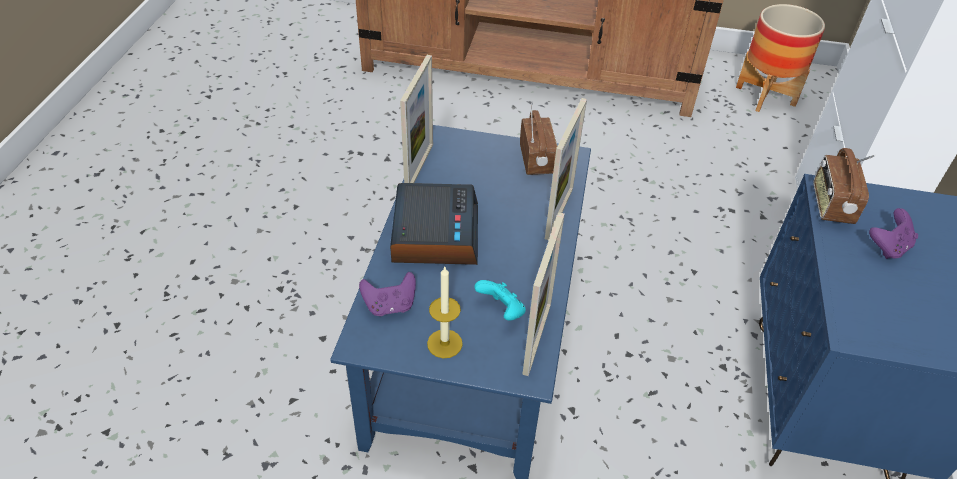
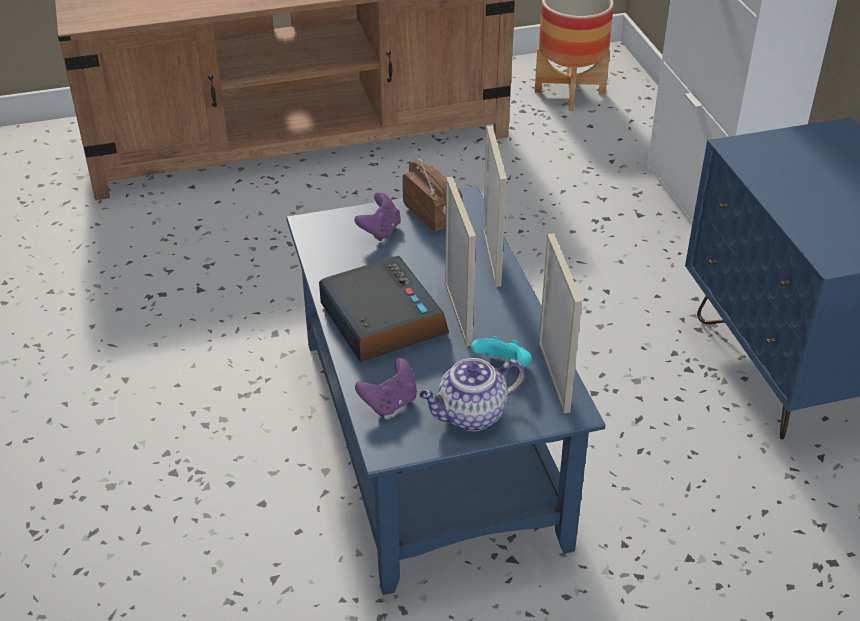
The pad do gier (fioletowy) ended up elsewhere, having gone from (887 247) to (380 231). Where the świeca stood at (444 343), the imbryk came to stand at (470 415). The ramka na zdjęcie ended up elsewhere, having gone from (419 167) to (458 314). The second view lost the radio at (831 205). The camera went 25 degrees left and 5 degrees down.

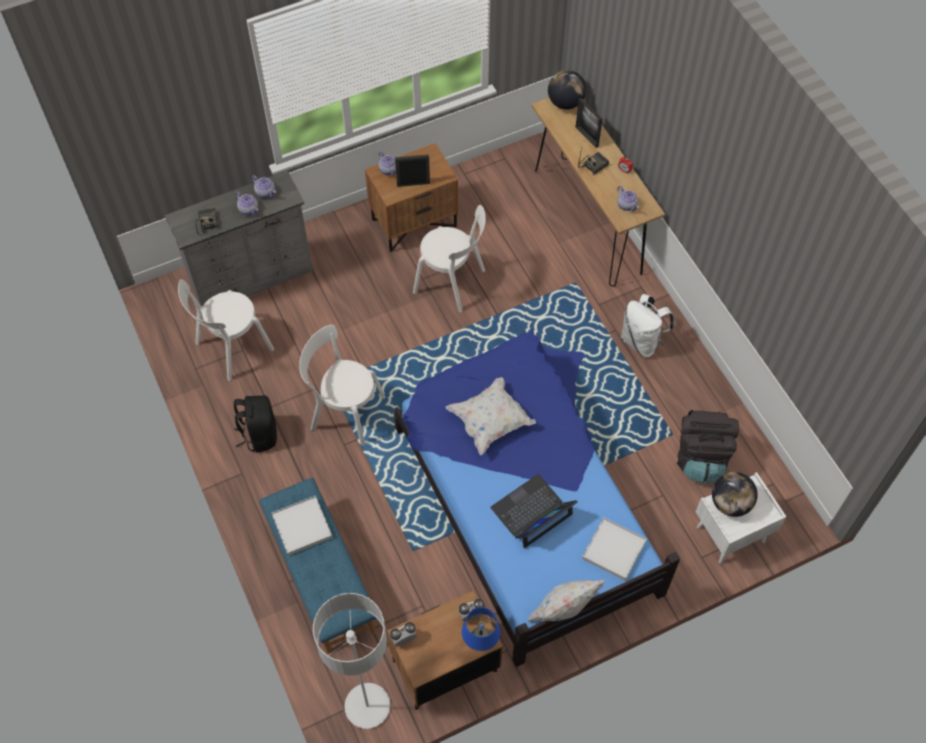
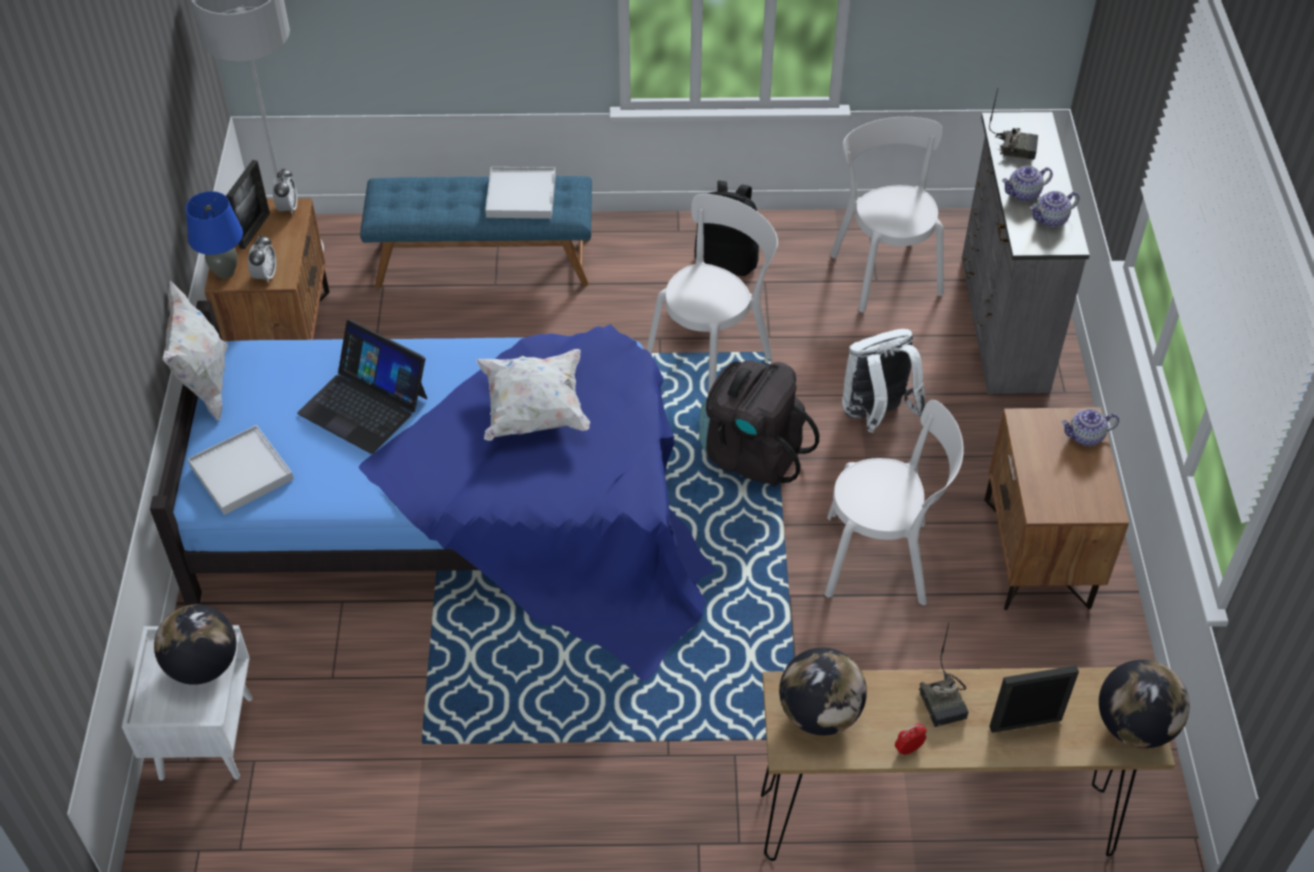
The ramka na zdjęcie ended up elsewhere, having gone from (413 184) to (254 230). The laptop at (532 512) ended up facing another way, 135 degrees clockwise from before. The plecak (czarny) ended up elsewhere, having gone from (701 457) to (751 454). Where the imbryk stood at (627 205), the globus came to stand at (819 714). The krzesło (biały) at (452 283) ended up facing another way, 135 degrees counterclockwise from before. The plecak (biały) ended up elsewhere, having gone from (642 341) to (876 415). The camera went 115 degrees right and 10 degrees down.

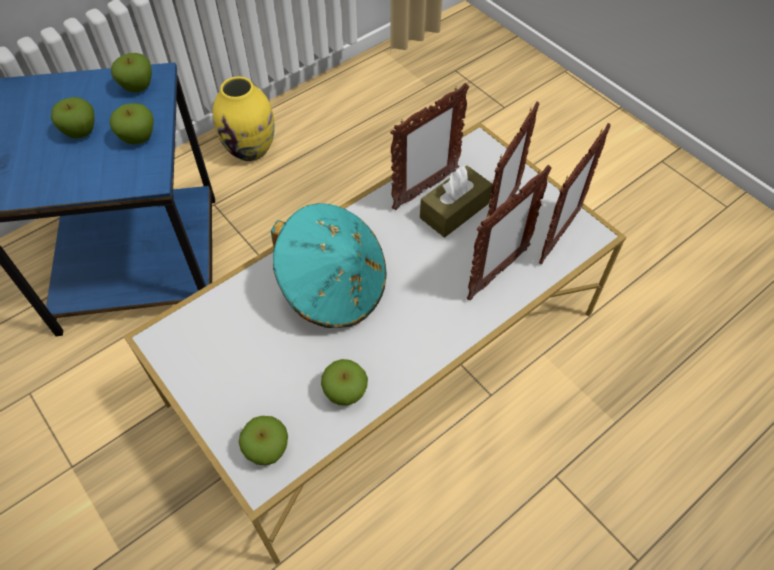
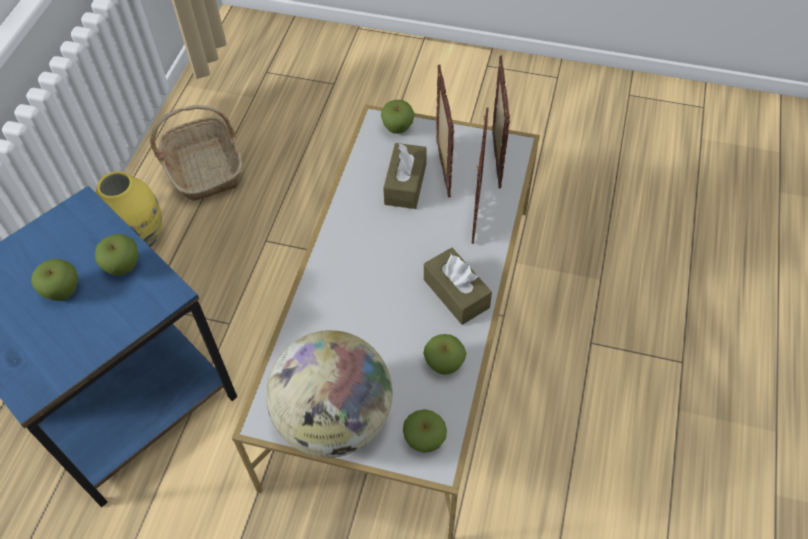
The second view gained the koszyk at (205 168). The second view gained the globus at (334 419). The jabłko ended up elsewhere, having gone from (138 87) to (398 128). The second view gained the pudełko chusteczek (brązowy) at (456 293). The second view lost the kapelusz (turkusowy) at (333 287). The second view lost the ramka na zdjęcie at (424 190). The camera went 35 degrees left and 0 degrees up.

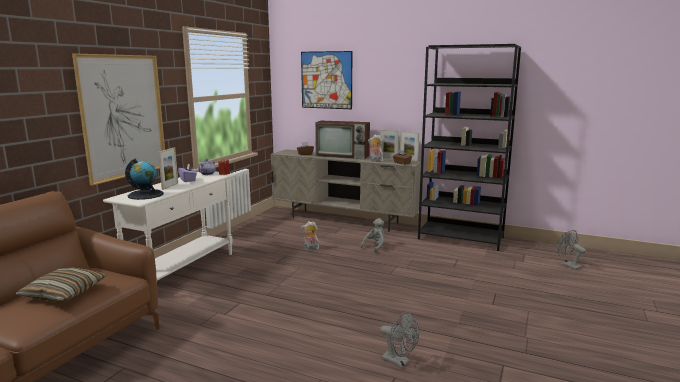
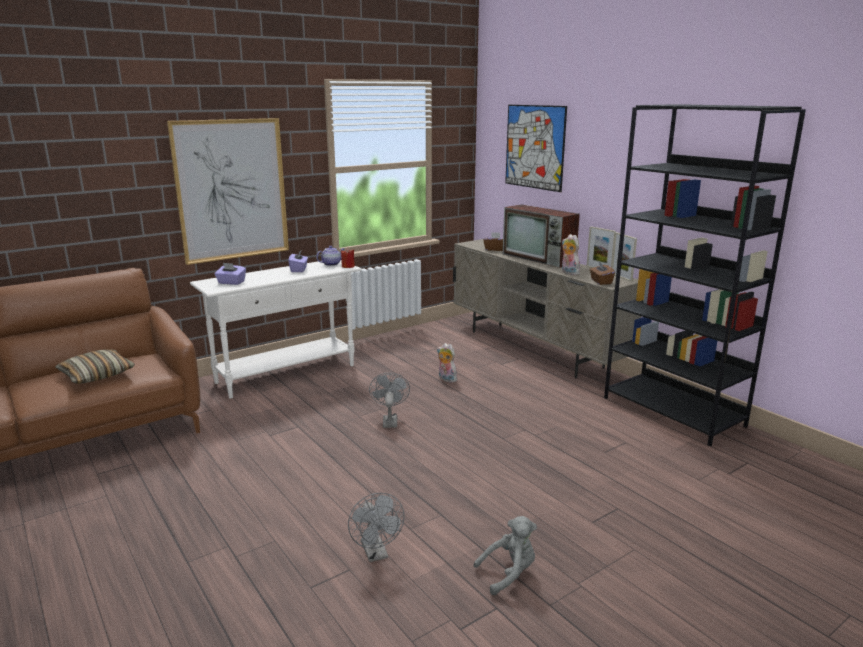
Where the globus stood at (145 195), the pudełko chusteczek (fioletowy) came to stand at (231 282). The wentylator (szary) ended up elsewhere, having gone from (567 265) to (389 420). The pluszak (szary) ended up elsewhere, having gone from (375 246) to (509 573). The second view lost the ramka na zdjęcie at (170 186). The camera went 30 degrees right and 5 degrees up.

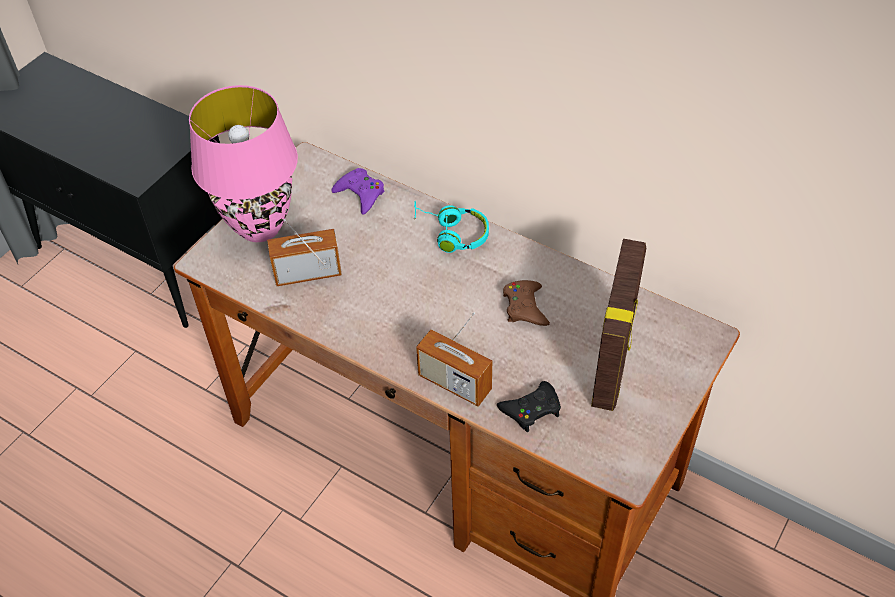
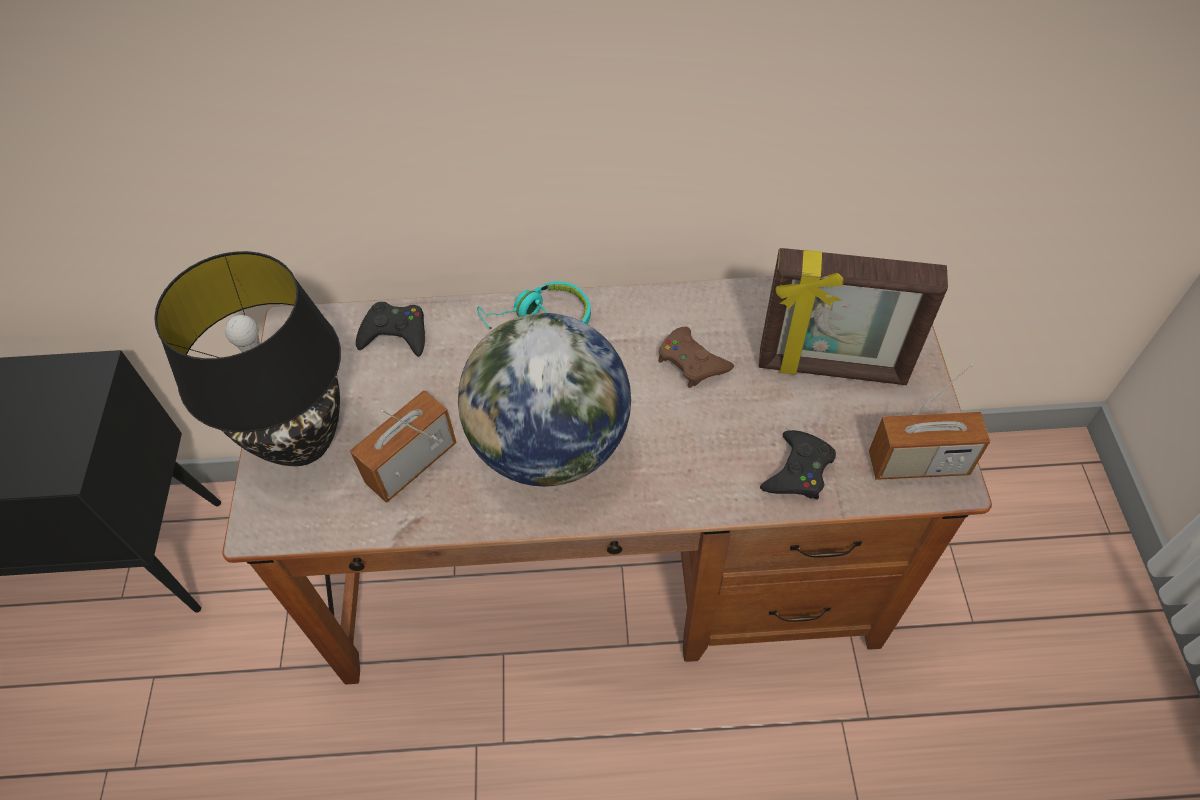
What was the lampa stołowa (różowy) at (259 228) turned into the lampa stołowa (czarny) at (302 443). What was the pad do gier (fioletowy) at (360 194) turned into the pad do gier (czarny) at (395 334). The second view gained the globus at (550 446). The ramka na zdjęcie at (614 363) ended up facing another way, 120 degrees clockwise from before. The radio ended up elsewhere, having gone from (454 383) to (918 464). The camera went 35 degrees left and 5 degrees up.

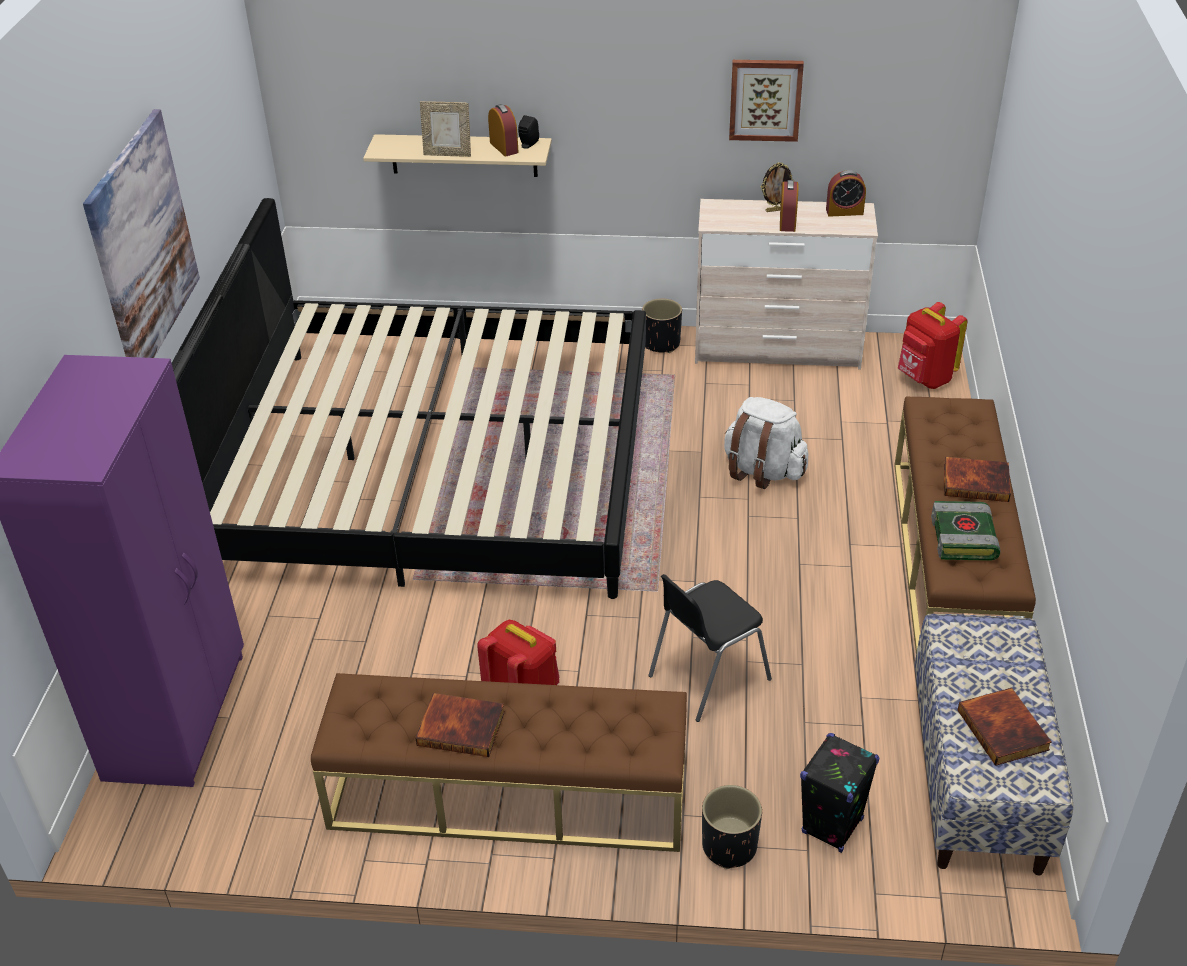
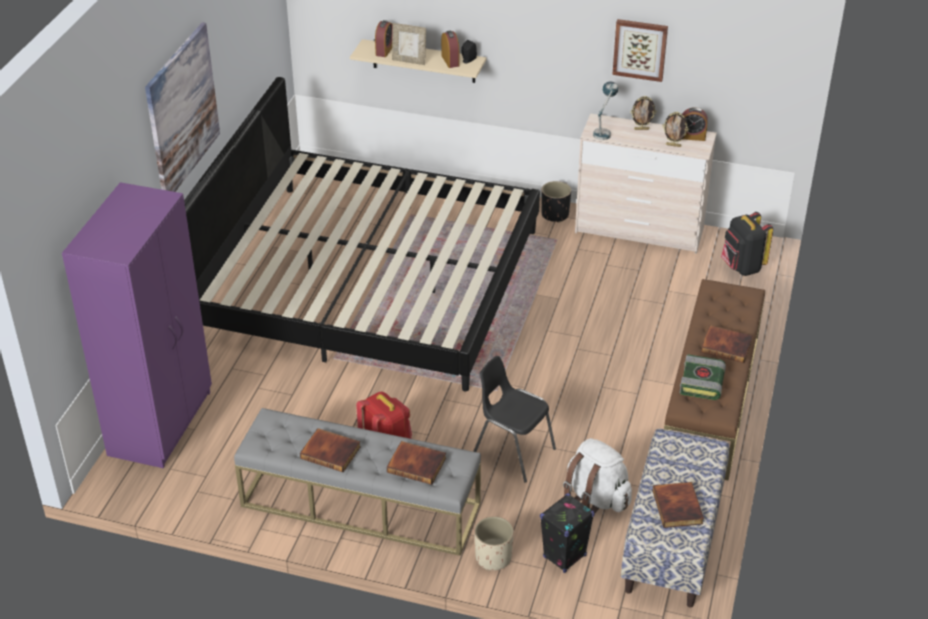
What was the ławka (brązowy) at (507 796) turned into the ławka (szary) at (360 505). The budzik ended up elsewhere, having gone from (787 222) to (384 50). The second view gained the książka at (417 464). The krzesło (czarny) at (707 677) ended up facing another way, 60 degrees clockwise from before. What was the donica (czarny) at (729 847) turned into the donica (beżowy) at (493 558). The plecak (biały) ended up elsewhere, having gone from (762 471) to (595 497). The second view gained the lampa stołowa at (604 131). The second view gained the ramka na zdjęcie at (673 145). What was the plecak (czerwony) at (924 379) turned into the plecak (czarny) at (741 267). The camera went 10 degrees right and 0 degrees up.

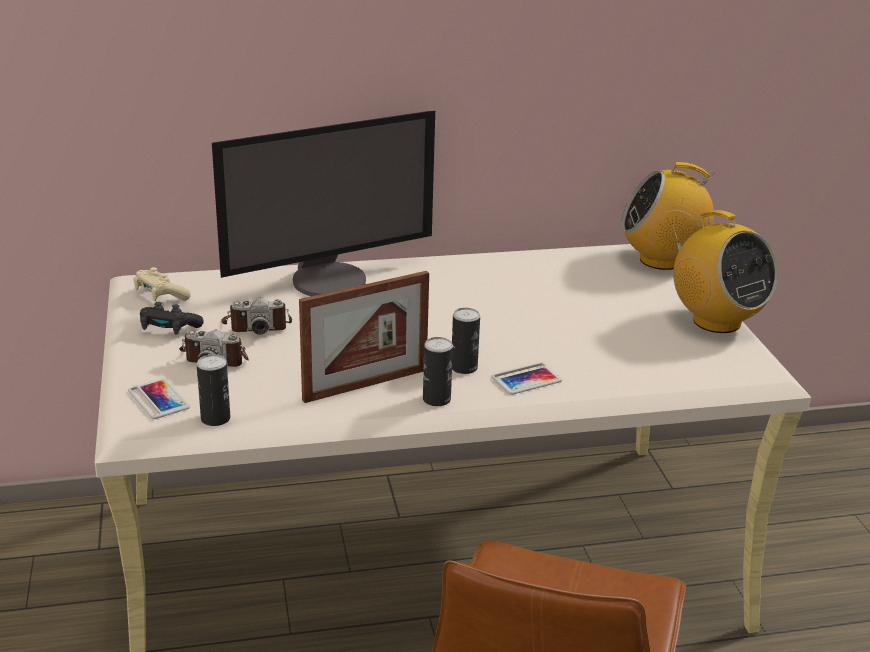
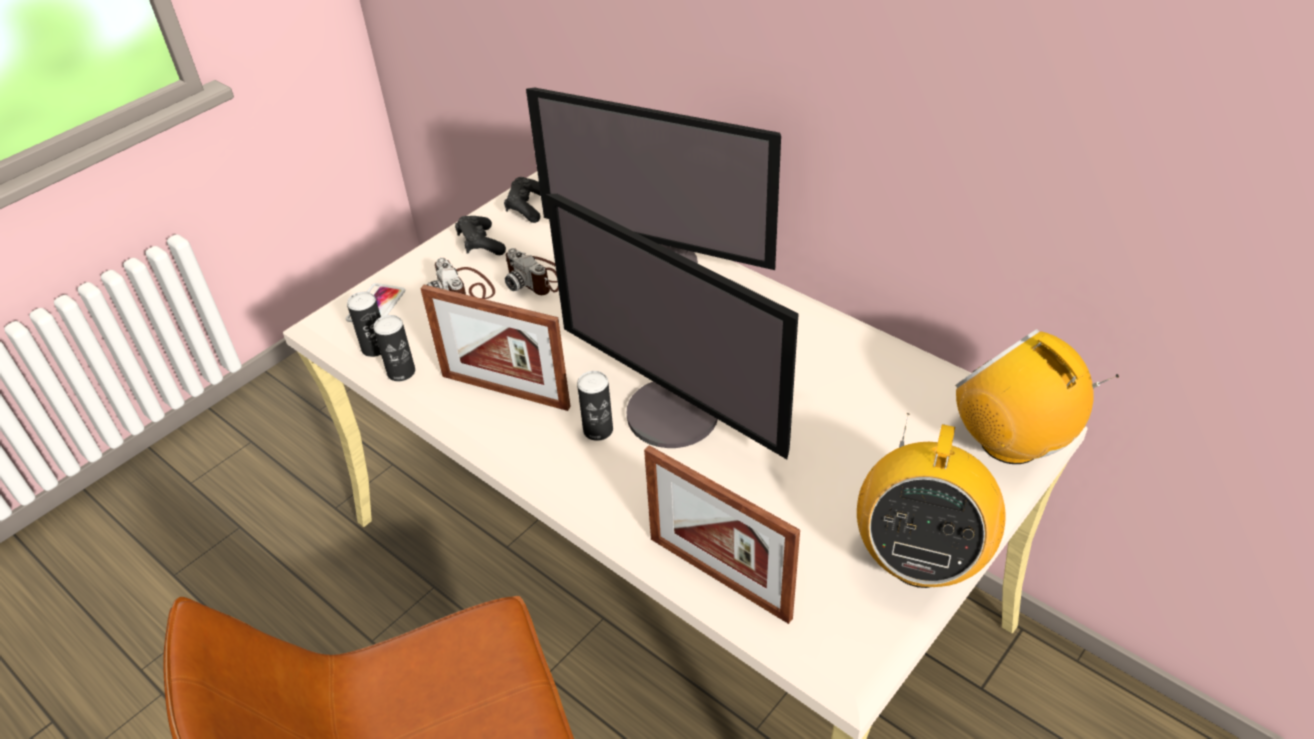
The puszka ended up elsewhere, having gone from (436 399) to (401 372). What was the pad do gier (beżowy) at (160 295) turned into the pad do gier (czarny) at (527 208). The second view gained the monitor at (675 413). The second view gained the ramka na zdjęcie at (719 577). The second view lost the telefon at (526 379). The camera went 55 degrees right and 15 degrees up.

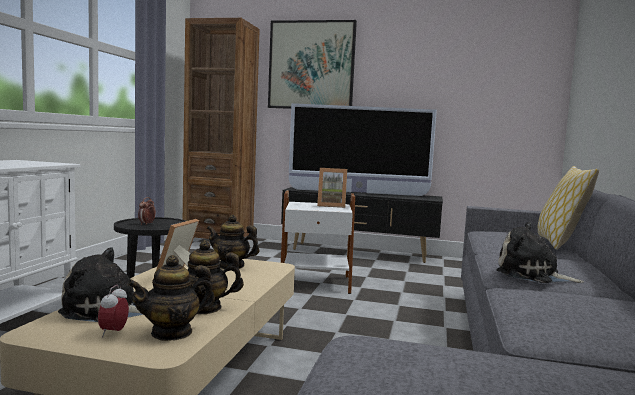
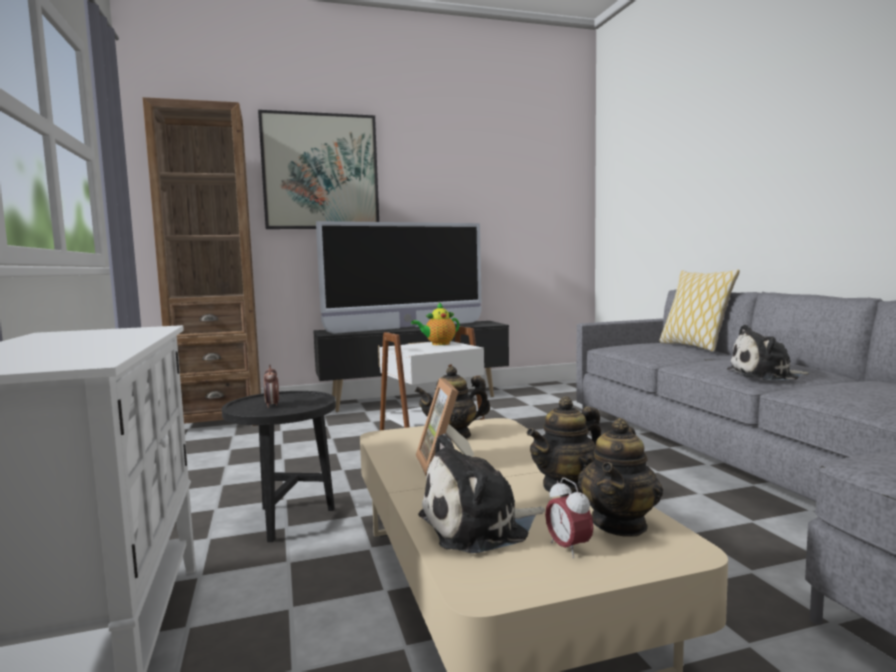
Where the ramka na zdjęcie stood at (331 205), the imbryk came to stand at (438 344). The camera went 30 degrees left and 0 degrees up.

